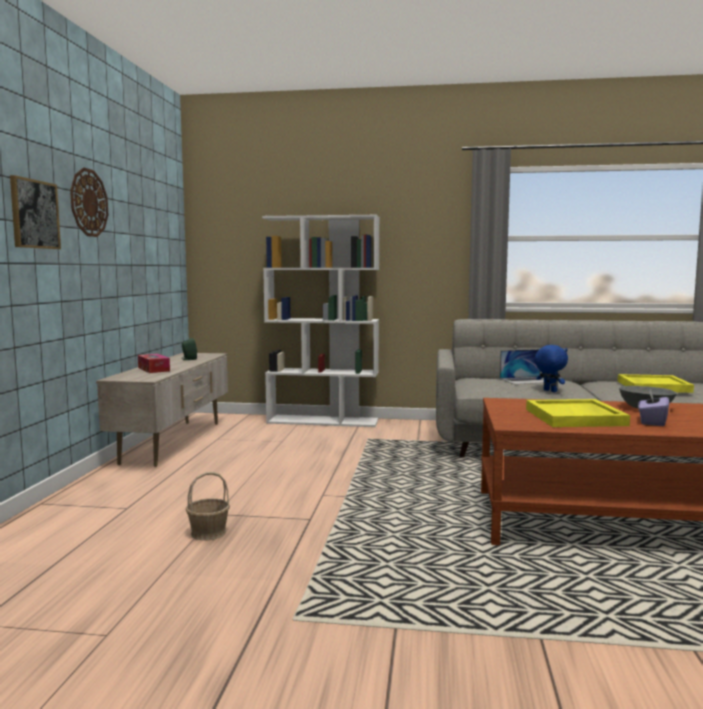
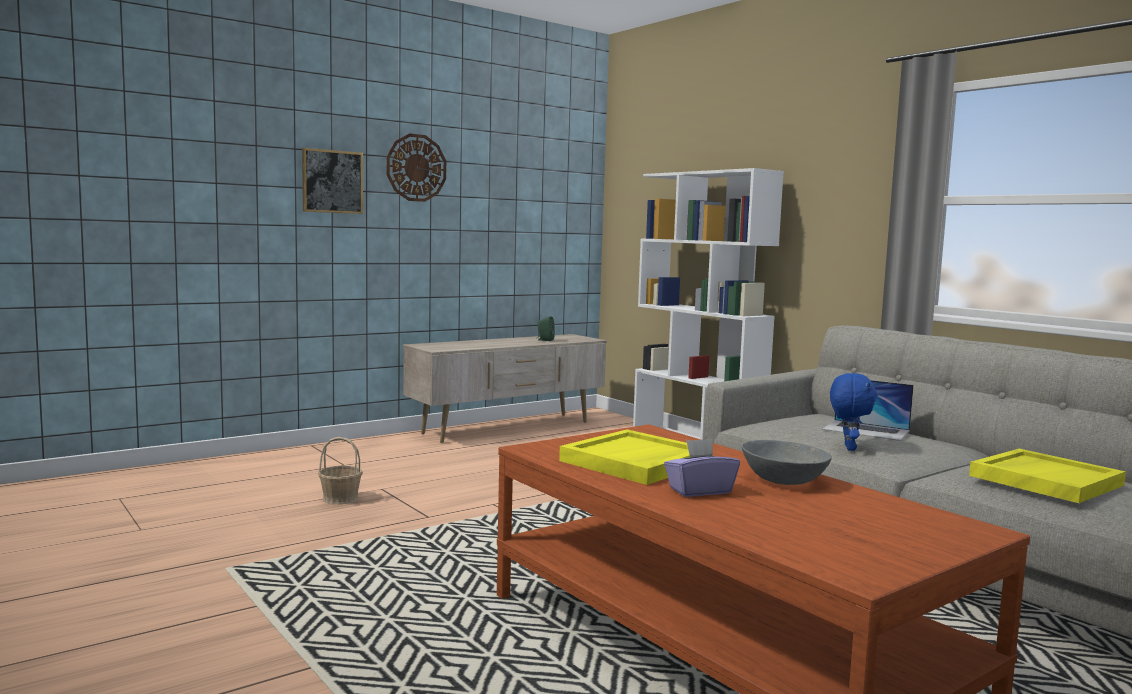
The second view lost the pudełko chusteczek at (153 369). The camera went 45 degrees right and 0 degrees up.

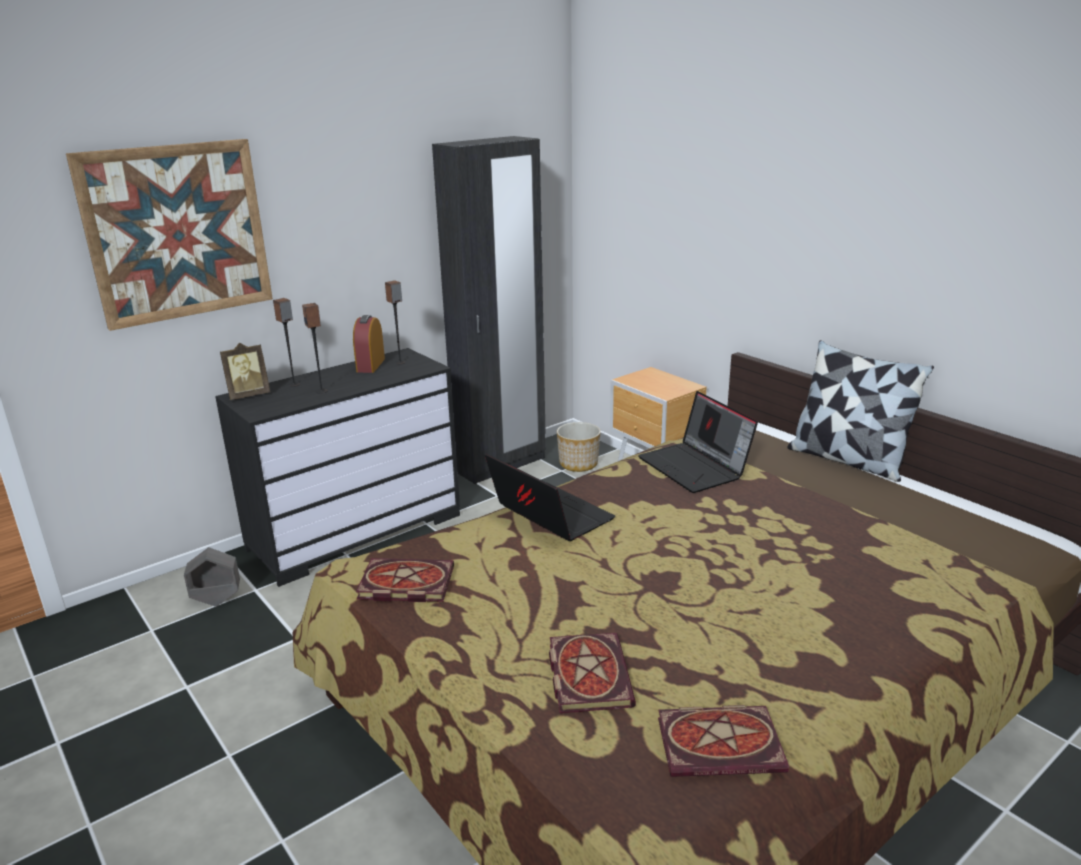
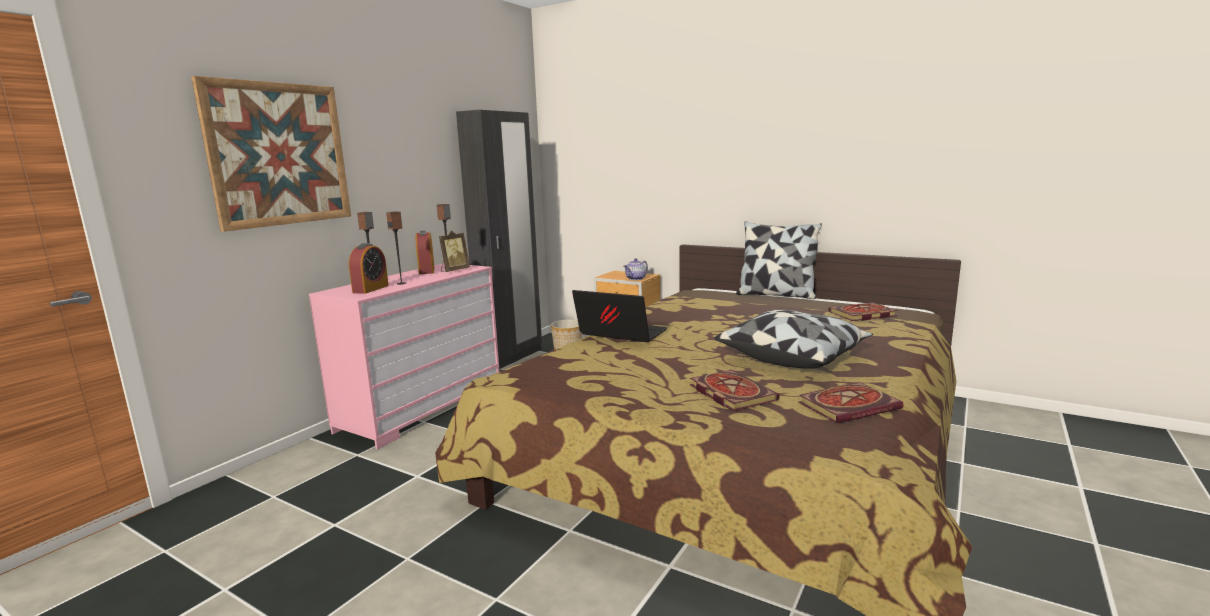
What was the komoda (czarny) at (356 531) turned into the komoda (różowy) at (422 408). The second view gained the budzik at (371 289). The ramka na zdjęcie ended up elsewhere, having gone from (248 395) to (454 270). The second view gained the imbryk at (636 278). The second view gained the poduszka at (793 357). The książka ended up elsewhere, having gone from (403 584) to (862 315). The second view lost the donica (szary) at (217 600). The second view lost the laptop at (696 467). The camera went 20 degrees left and 10 degrees down.

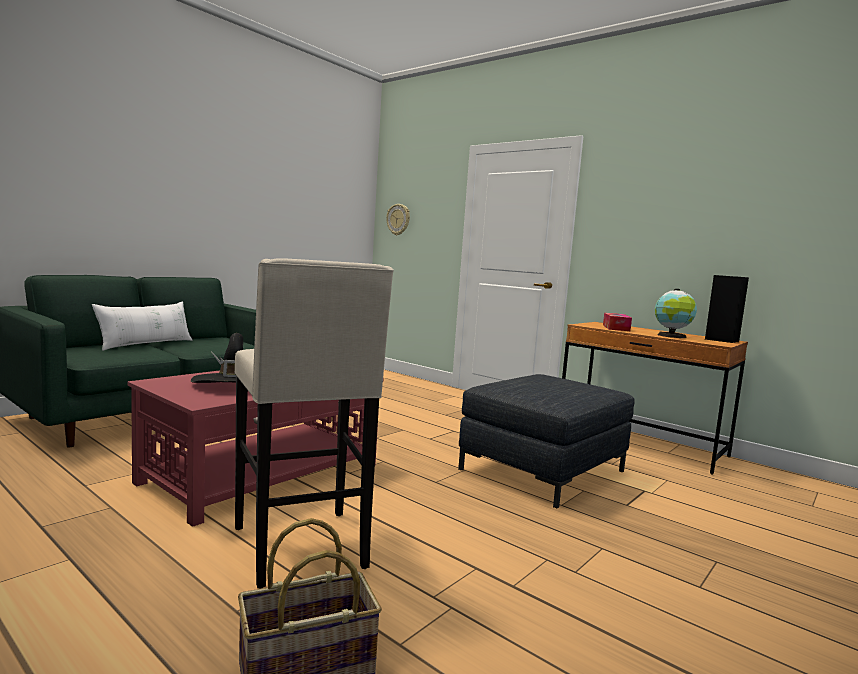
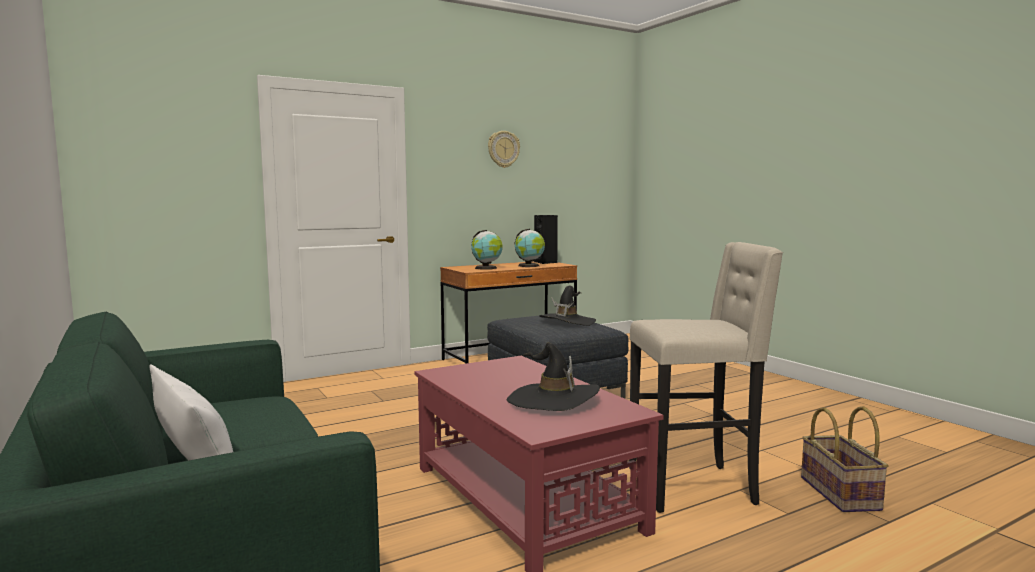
Where the pudełko chusteczek stood at (616 328), the globus came to stand at (487 268). The zegar ścienny ended up elsewhere, having gone from (398 219) to (503 149). The second view gained the kapelusz (czarny) at (567 322). The camera went 70 degrees left and 0 degrees up.

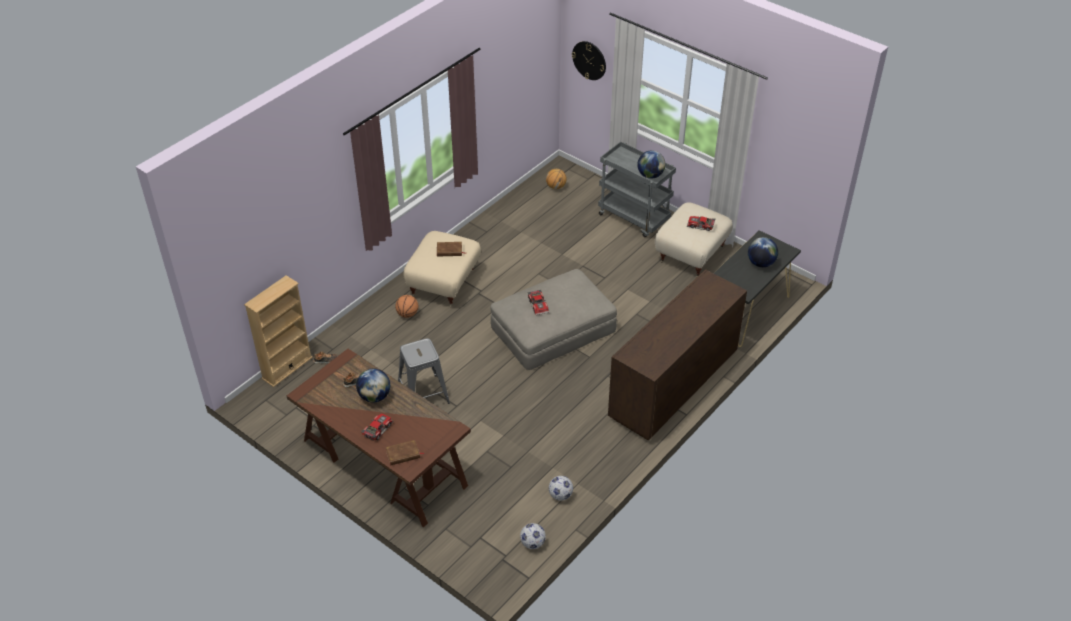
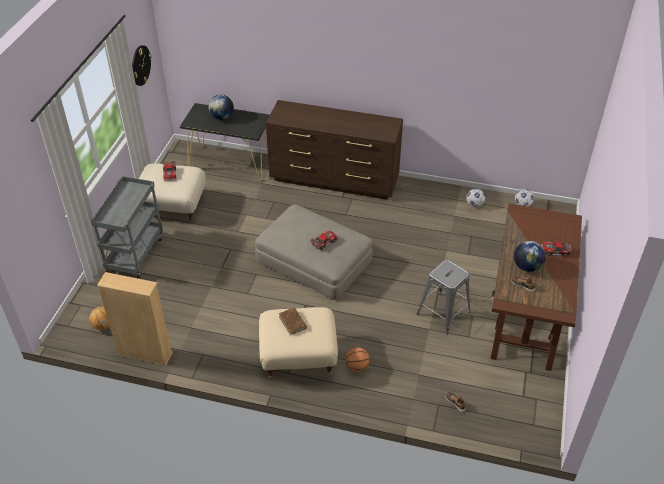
The regał (beżowy) ended up elsewhere, having gone from (287 368) to (145 354). The zegar ścienny ended up elsewhere, having gone from (589 60) to (140 65). The second view lost the książka (brązowy) at (403 454). The second view lost the globus at (650 175). The camera went 115 degrees left and 0 degrees up.

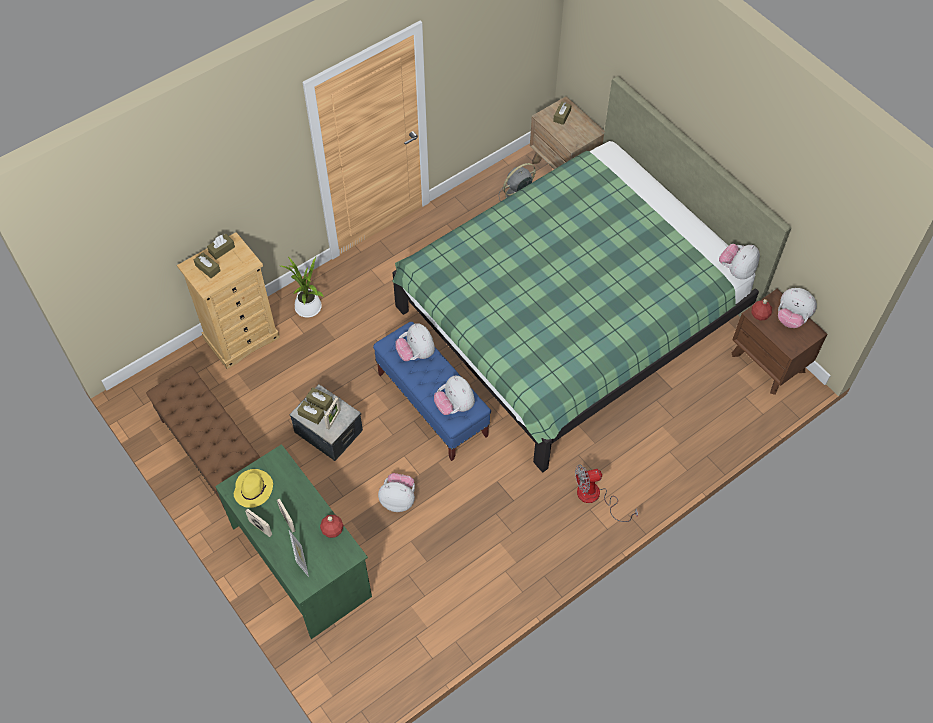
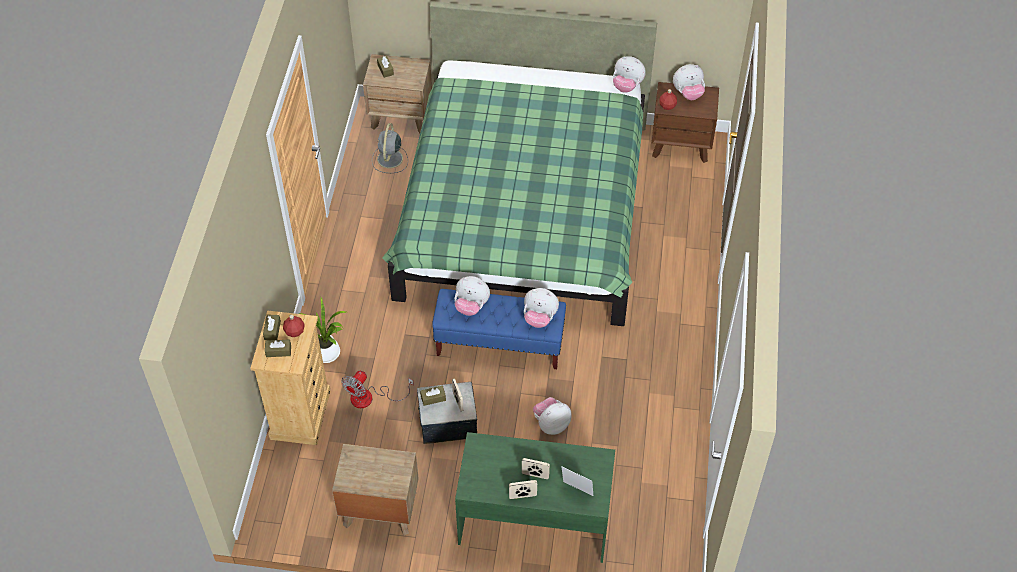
The butelka (czerwony) ended up elsewhere, having gone from (332 530) to (294 332). Where the ławka (brązowy) stood at (213 452), the szafka nocna (brązowy) came to stand at (379 509). The wentylator ended up elsewhere, having gone from (595 497) to (370 398). The pluszak at (736 270) ended up facing another way, 60 degrees counterclockwise from before. The second view lost the kapelusz (żółty) at (253 489). The second view lost the pudełko chusteczek (brązowy) at (311 415). The camera went 45 degrees left and 5 degrees down.

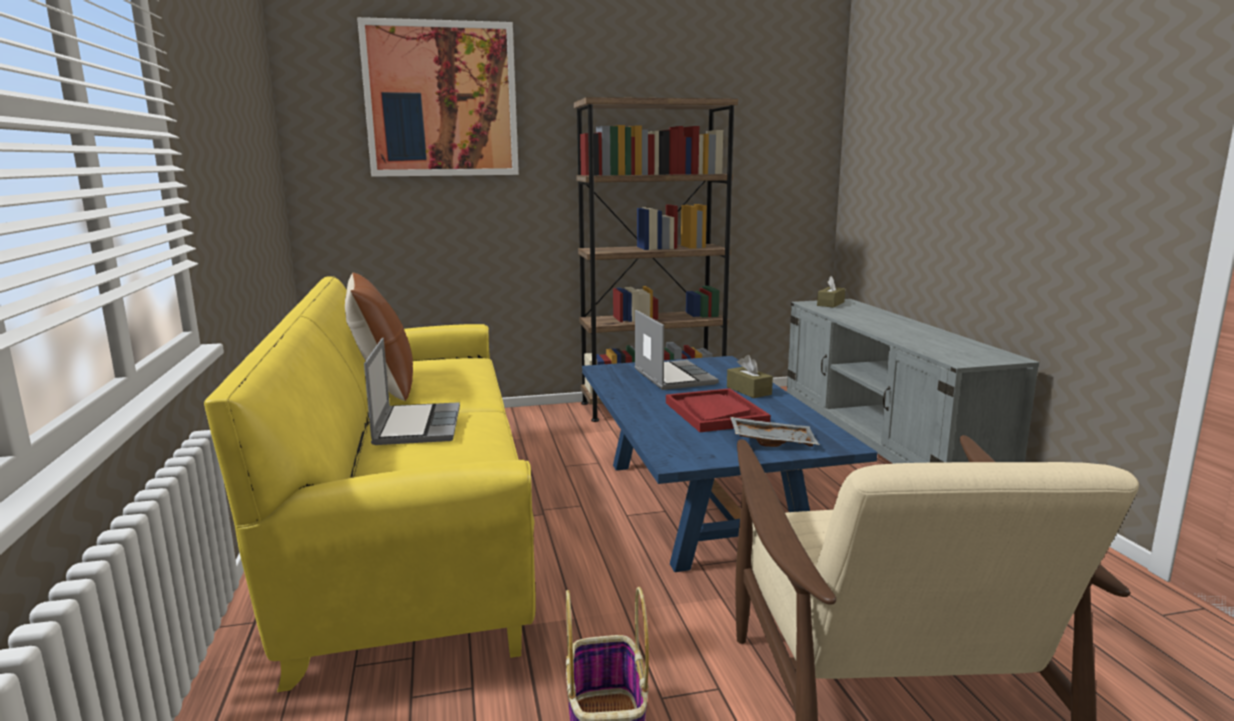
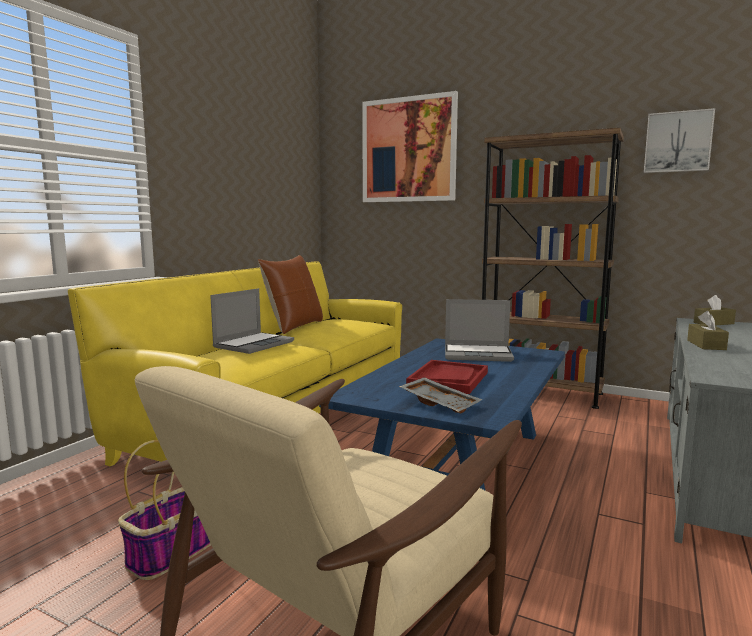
The laptop at (672 377) ended up facing another way, 75 degrees clockwise from before. The second view gained the obraz at (678 142). The pudełko chusteczek (brązowy) ended up elsewhere, having gone from (748 391) to (706 345). The camera went 40 degrees right and 5 degrees down.

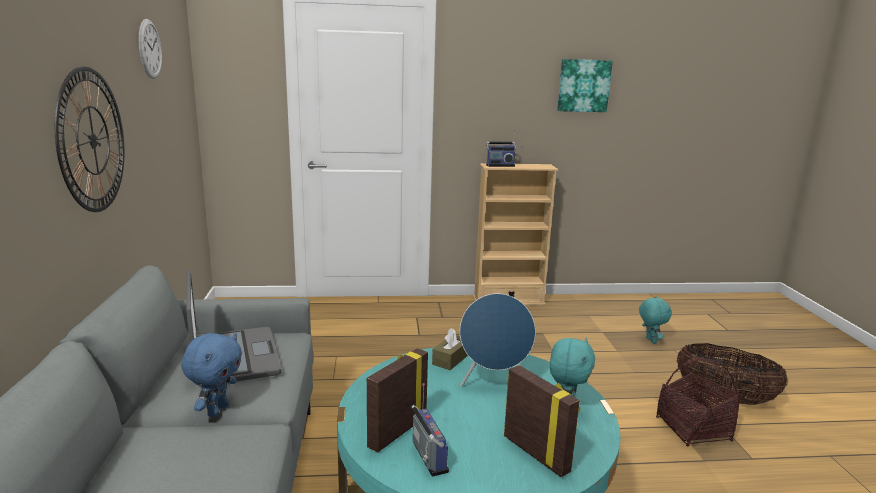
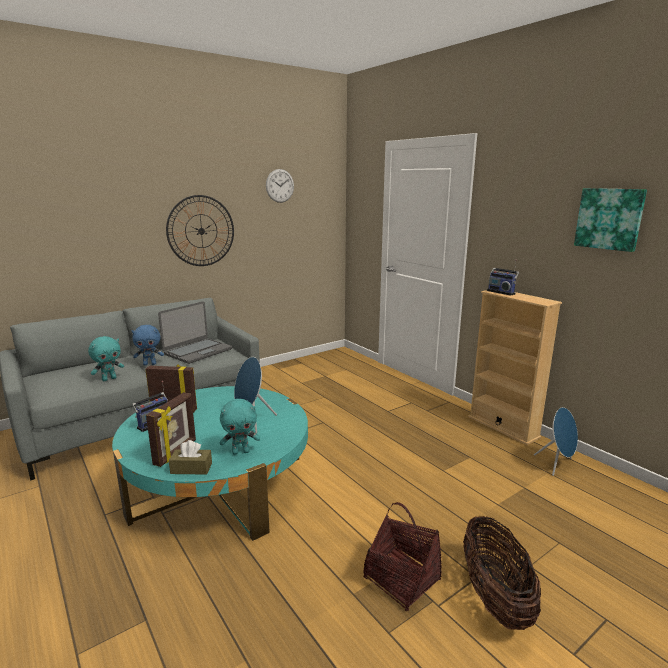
The pluszak (turkusowy) ended up elsewhere, having gone from (650 340) to (109 379). The pudełko chusteczek (brązowy) ended up elsewhere, having gone from (451 359) to (191 468). The second view gained the głośnik (niebieski) at (557 464). The camera went 60 degrees right and 0 degrees up.

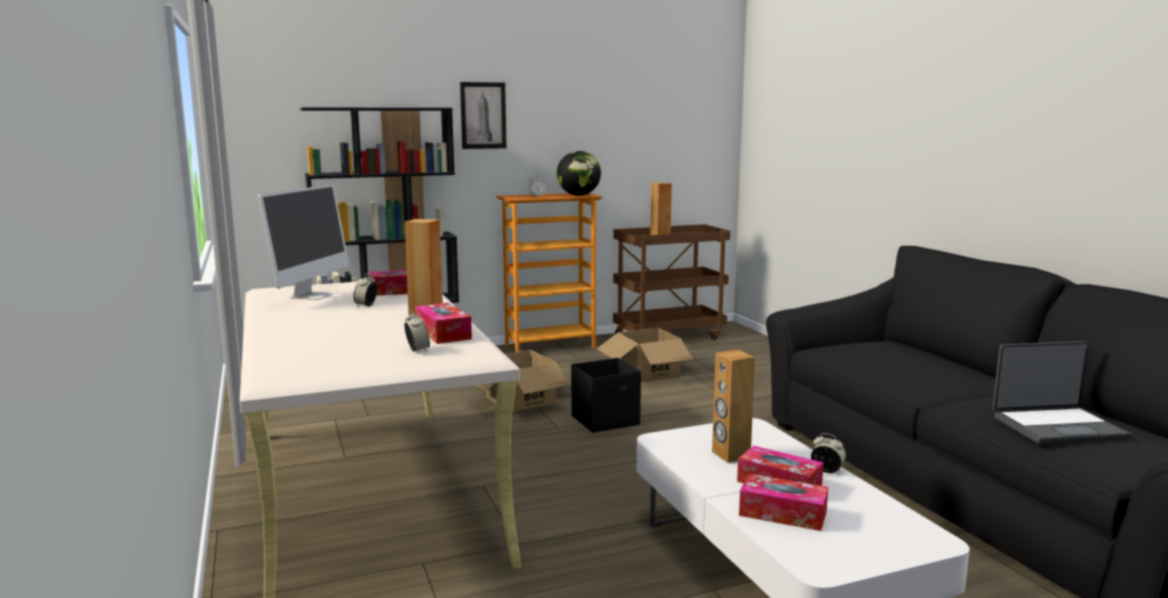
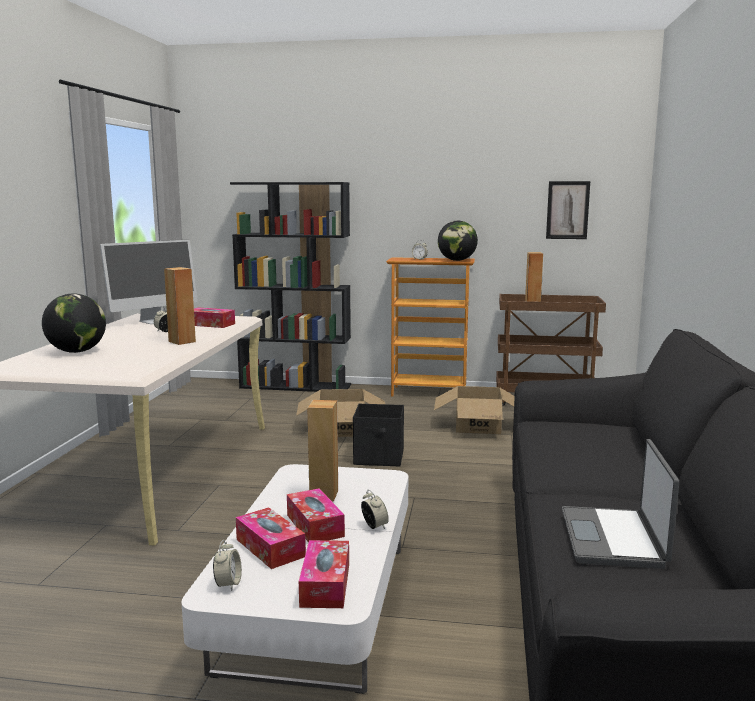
The second view gained the globus at (77 351). The budzik ended up elsewhere, having gone from (417 350) to (228 584). The pudełko chusteczek ended up elsewhere, having gone from (443 333) to (325 585). The obraz ended up elsewhere, having gone from (483 115) to (567 210). The laptop at (1057 427) ended up facing another way, 75 degrees clockwise from before. The camera went 30 degrees right and 0 degrees up.

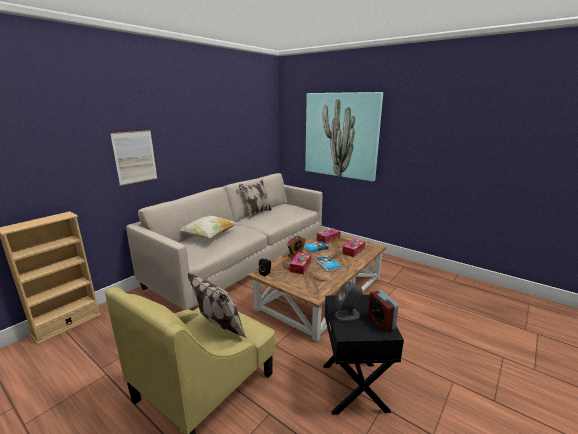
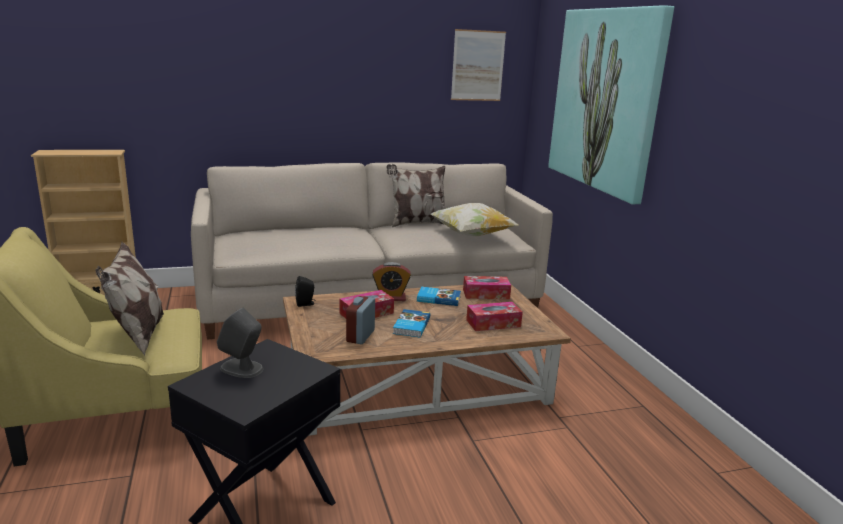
The budzik ended up elsewhere, having gone from (381 322) to (360 336). The poduszka ended up elsewhere, having gone from (209 236) to (471 235). The obraz ended up elsewhere, having gone from (135 157) to (478 66). The camera went 35 degrees right and 0 degrees up.

